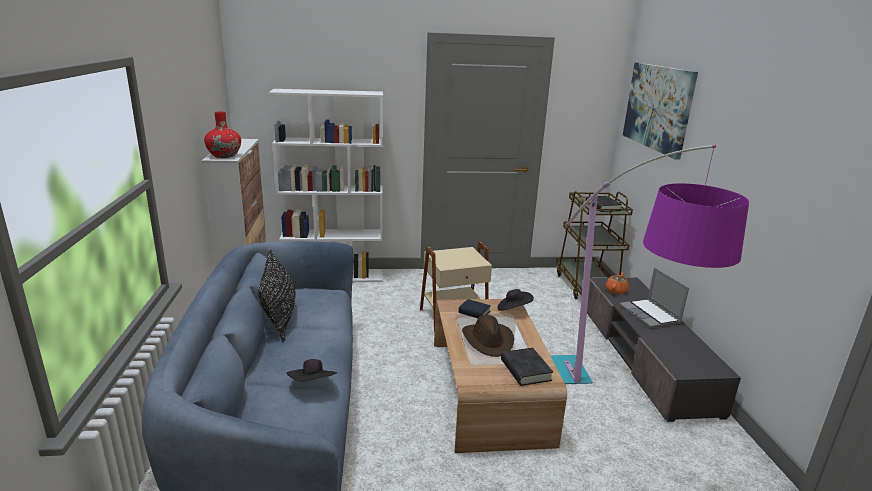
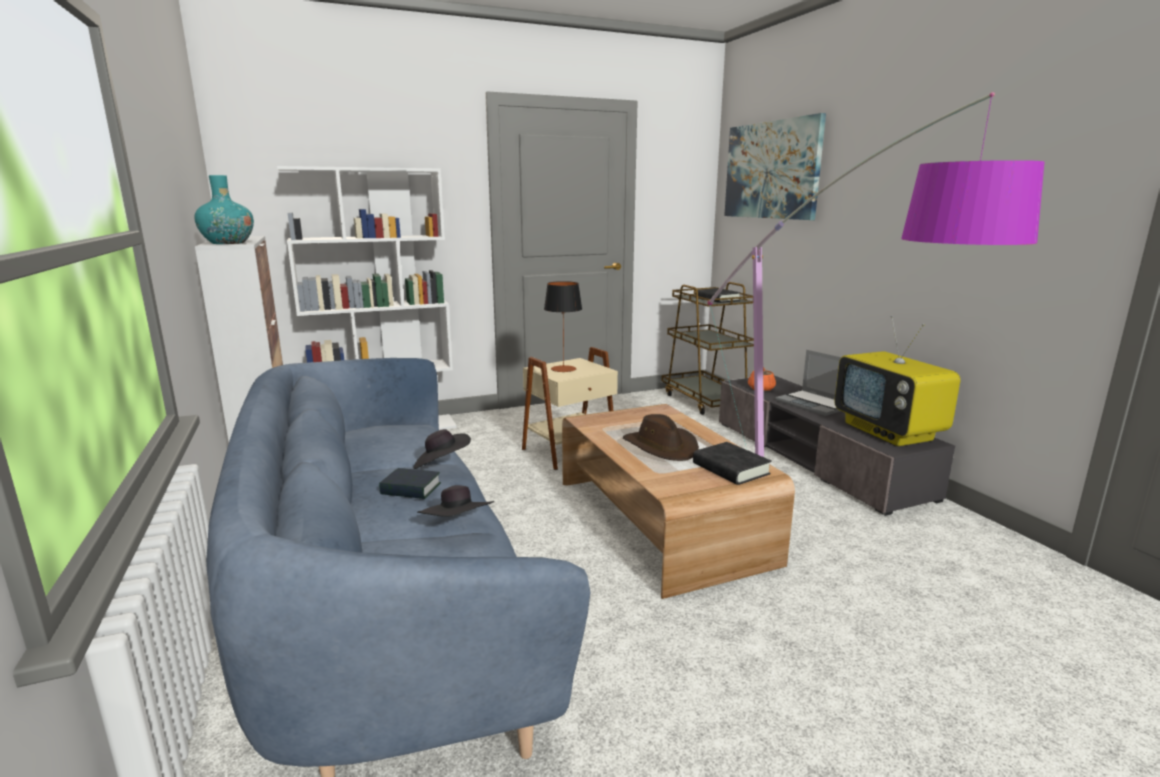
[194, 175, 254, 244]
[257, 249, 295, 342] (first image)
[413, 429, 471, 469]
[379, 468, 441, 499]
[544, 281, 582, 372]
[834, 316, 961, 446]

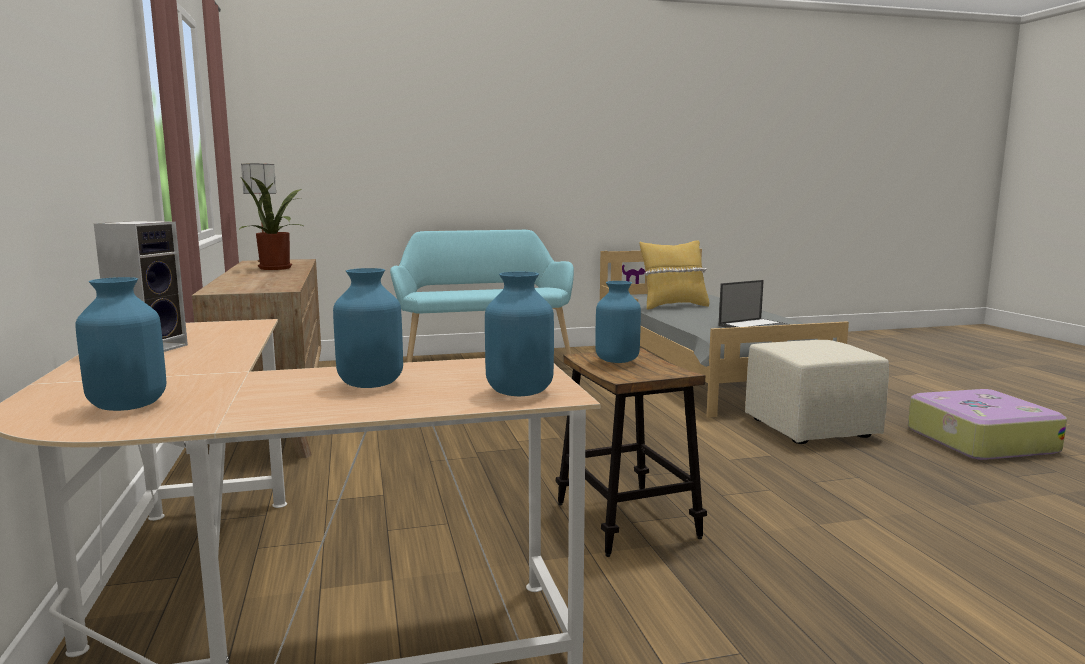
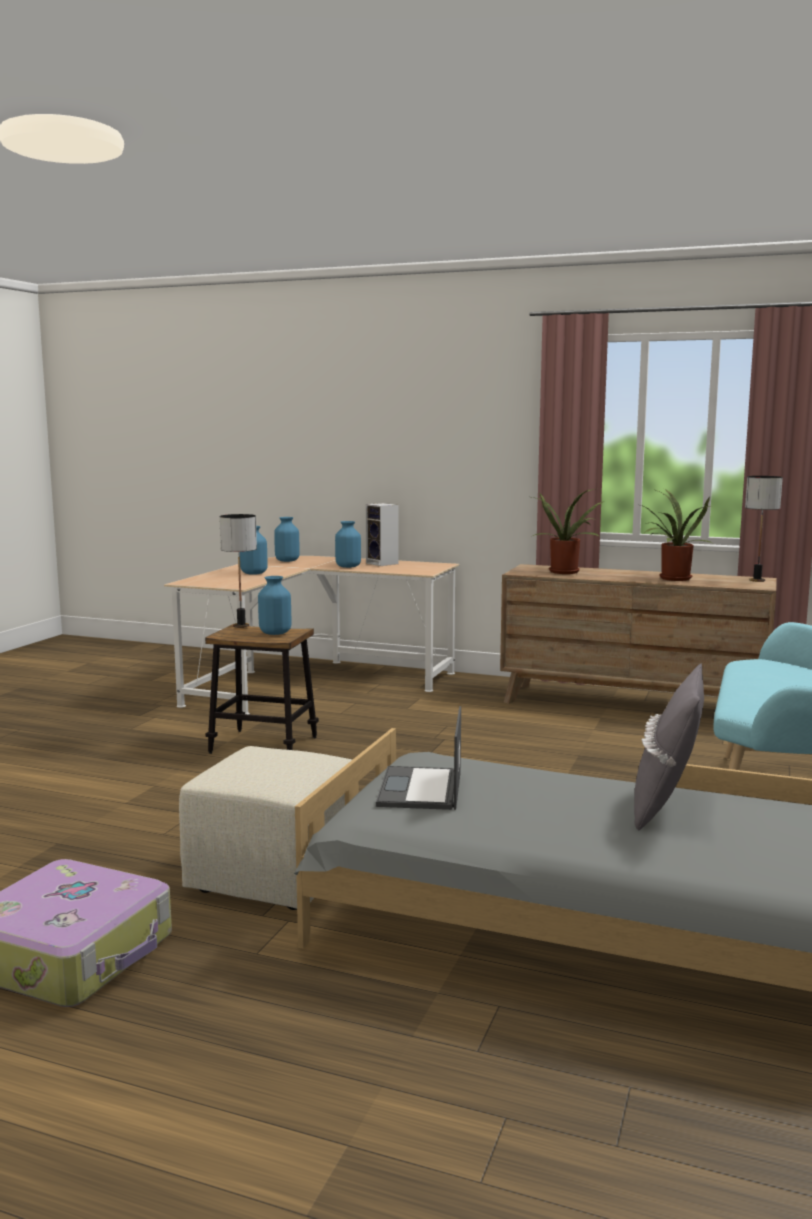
[634, 663, 704, 831]
[335, 521, 361, 568]
[532, 489, 605, 574]
[219, 514, 257, 628]

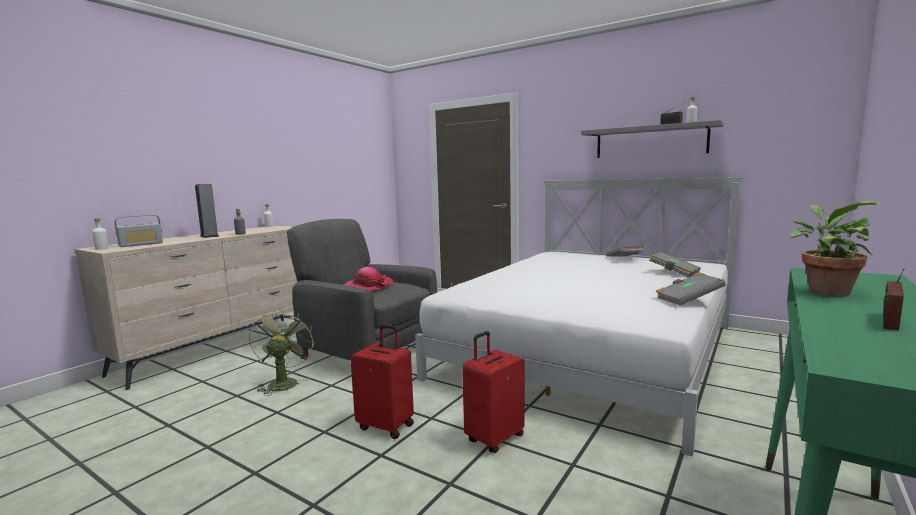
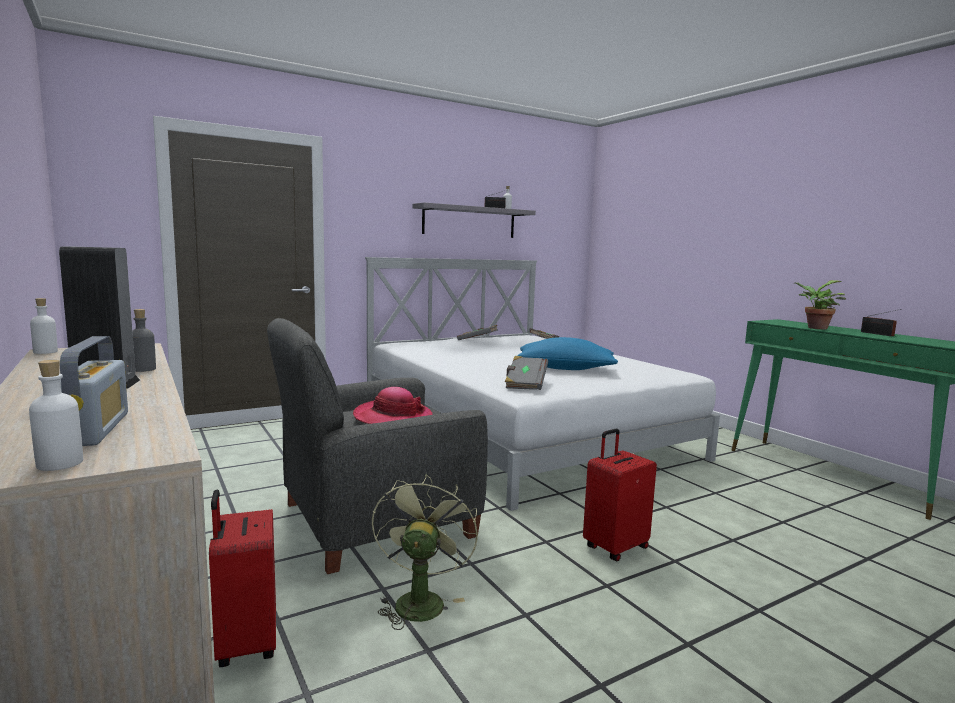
[505, 356, 548, 390]
[372, 474, 478, 630]
[209, 490, 276, 667]
[517, 337, 618, 370]

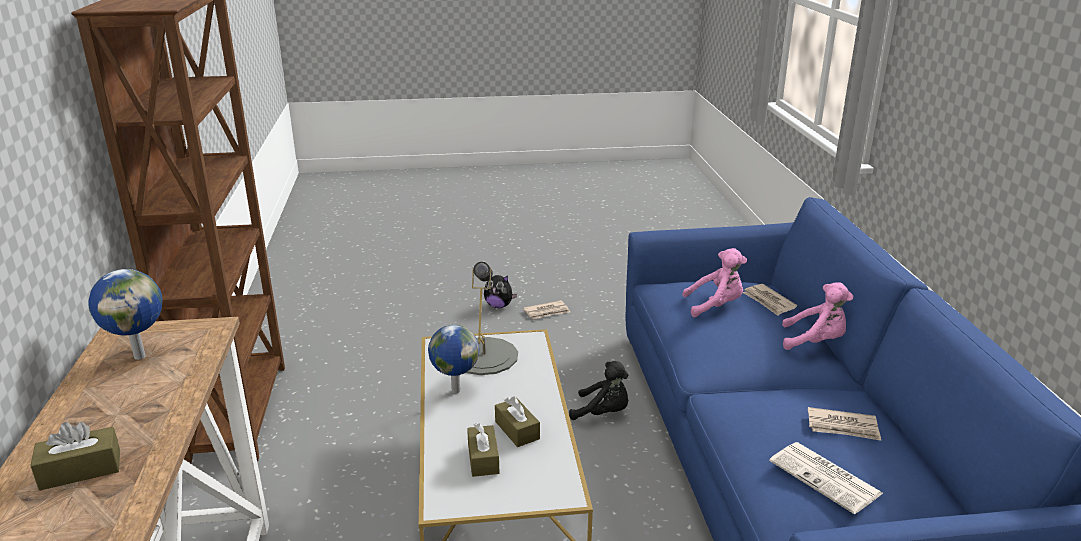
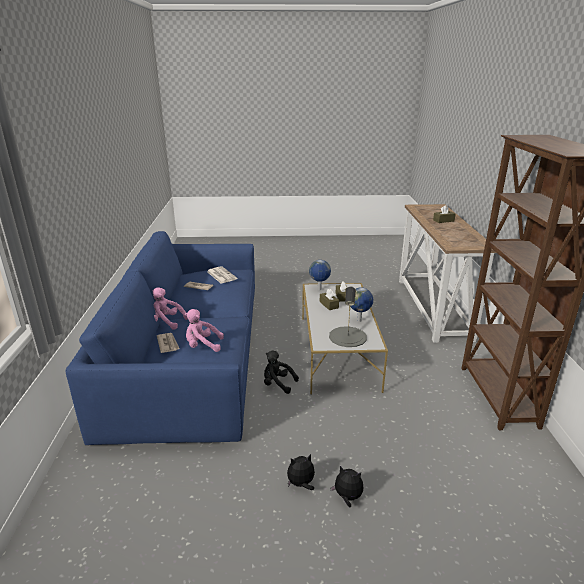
[309, 260, 331, 290]
[287, 454, 315, 490]

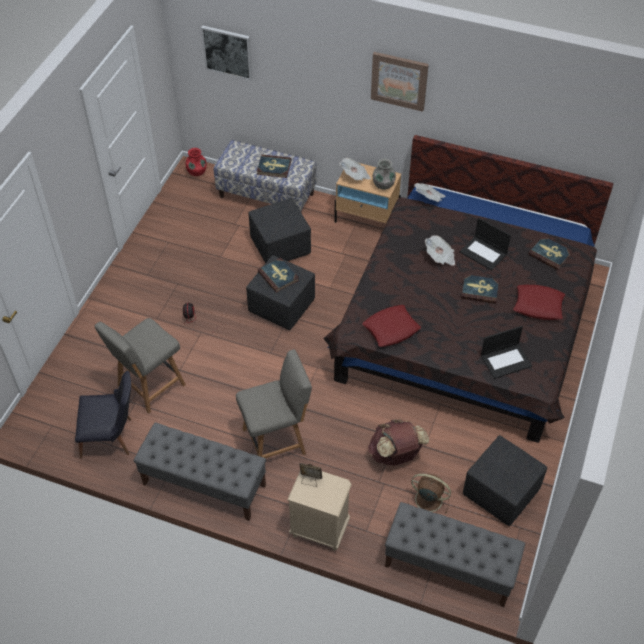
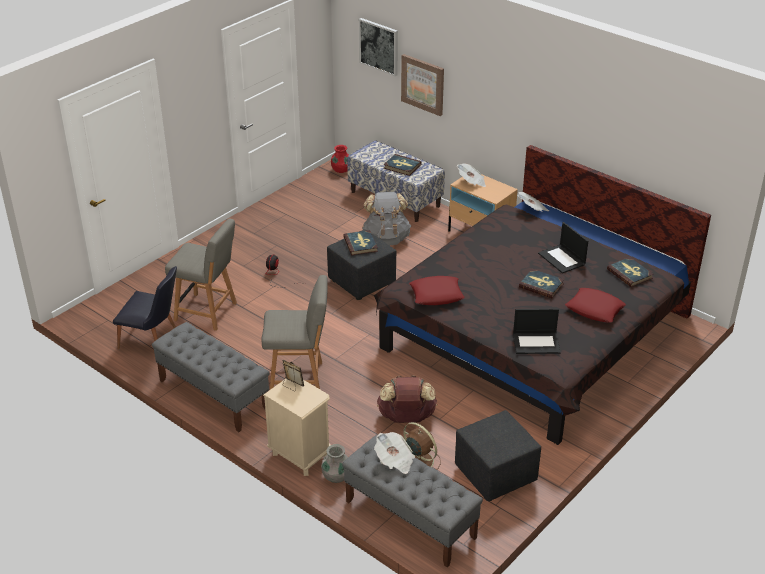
[401, 54, 444, 116]
[321, 444, 348, 483]
[362, 192, 411, 245]
[374, 432, 415, 474]
[165, 219, 237, 331]

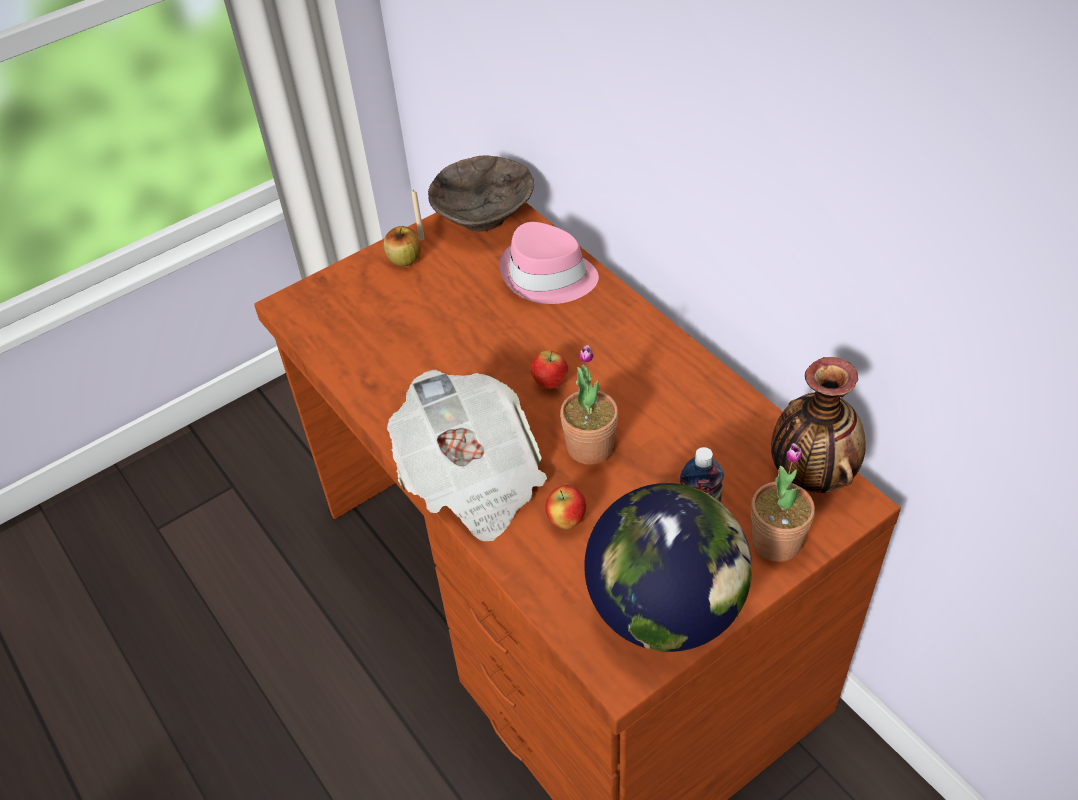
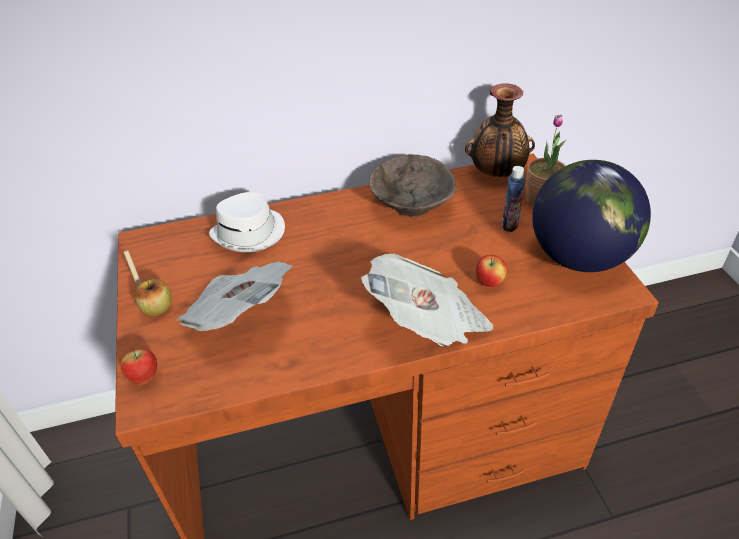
[369, 155, 456, 217]
[209, 192, 285, 253]
[560, 345, 618, 465] (first image)
[121, 349, 157, 384]
[176, 261, 292, 331]

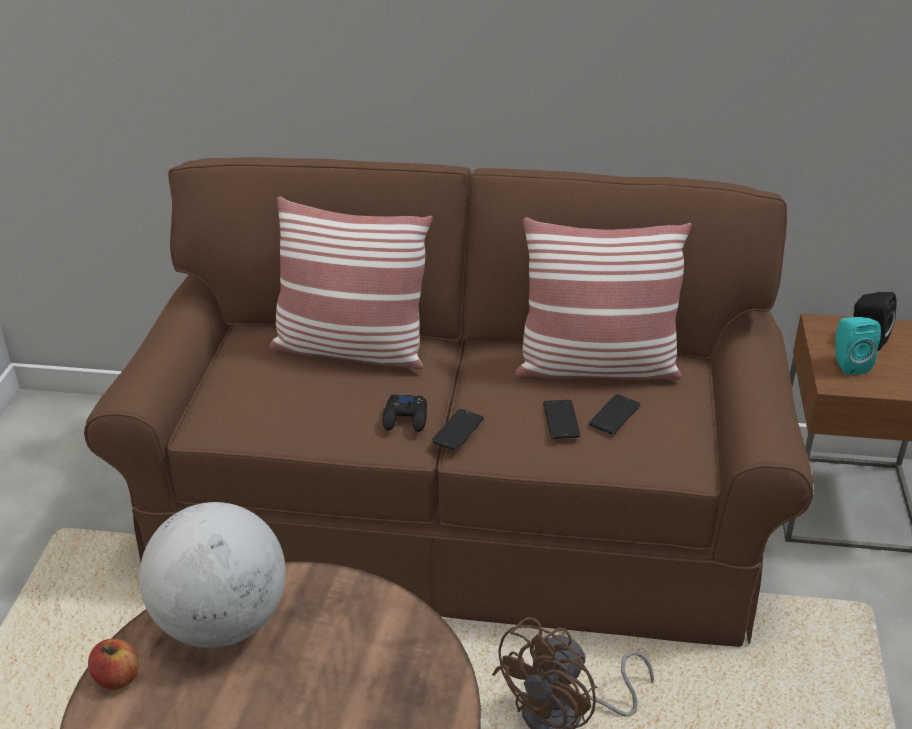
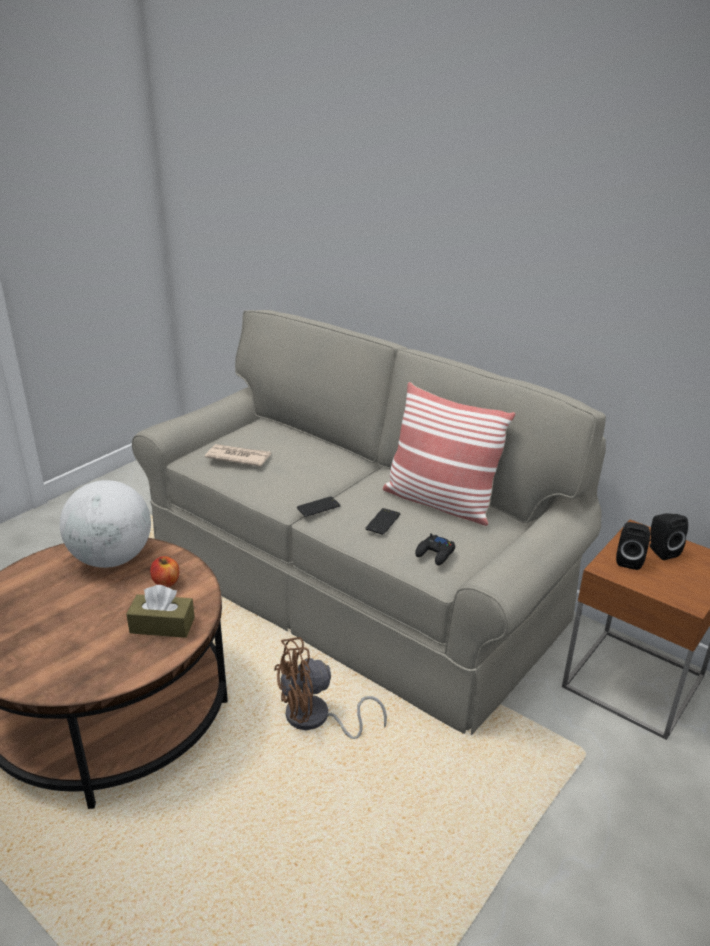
[132, 310, 606, 735]
[269, 196, 433, 369] (first image)
[616, 522, 650, 570]
[589, 394, 641, 434] (first image)
[415, 533, 455, 565]
[150, 556, 179, 587]
[205, 444, 271, 467]
[126, 585, 195, 638]

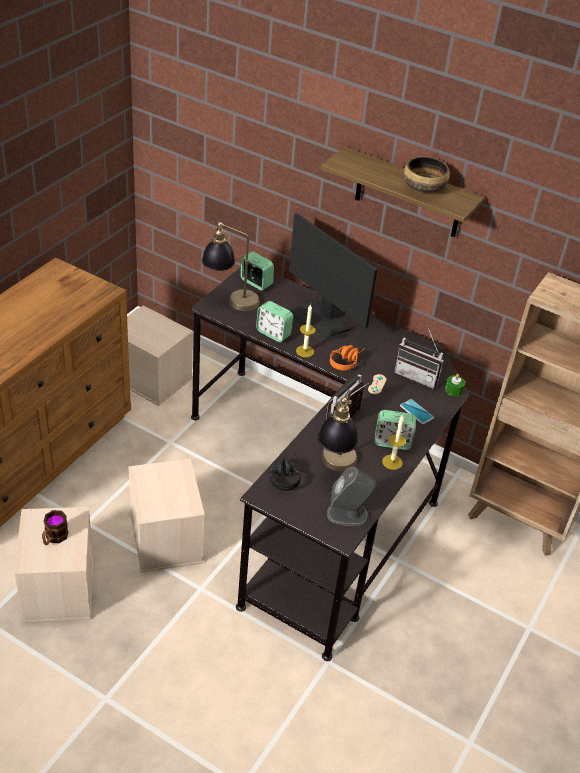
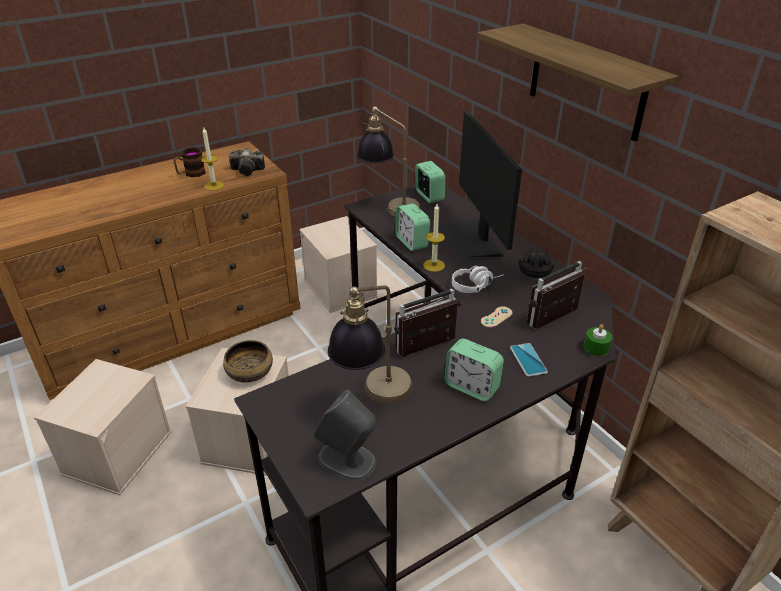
[223, 340, 273, 383]
[527, 261, 587, 329]
[452, 266, 503, 293]
[201, 128, 224, 191]
[519, 248, 554, 278]
[174, 147, 206, 178]
[229, 148, 265, 176]

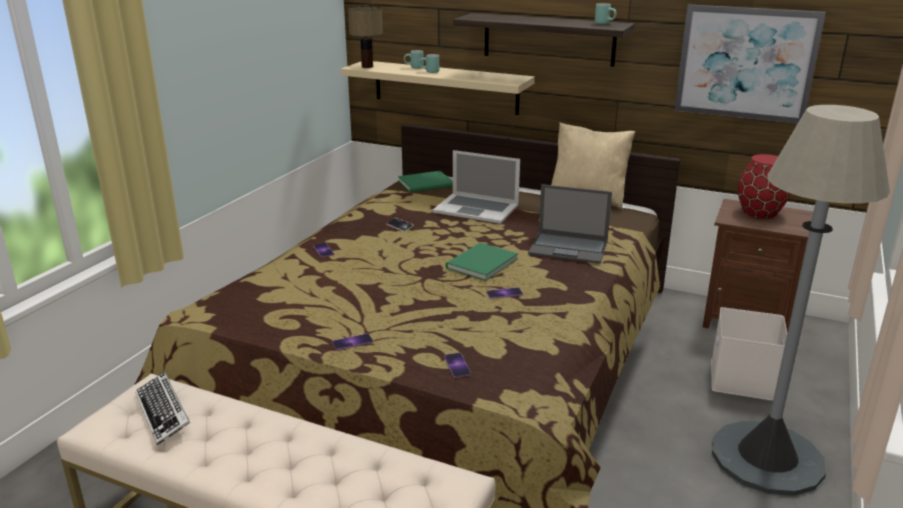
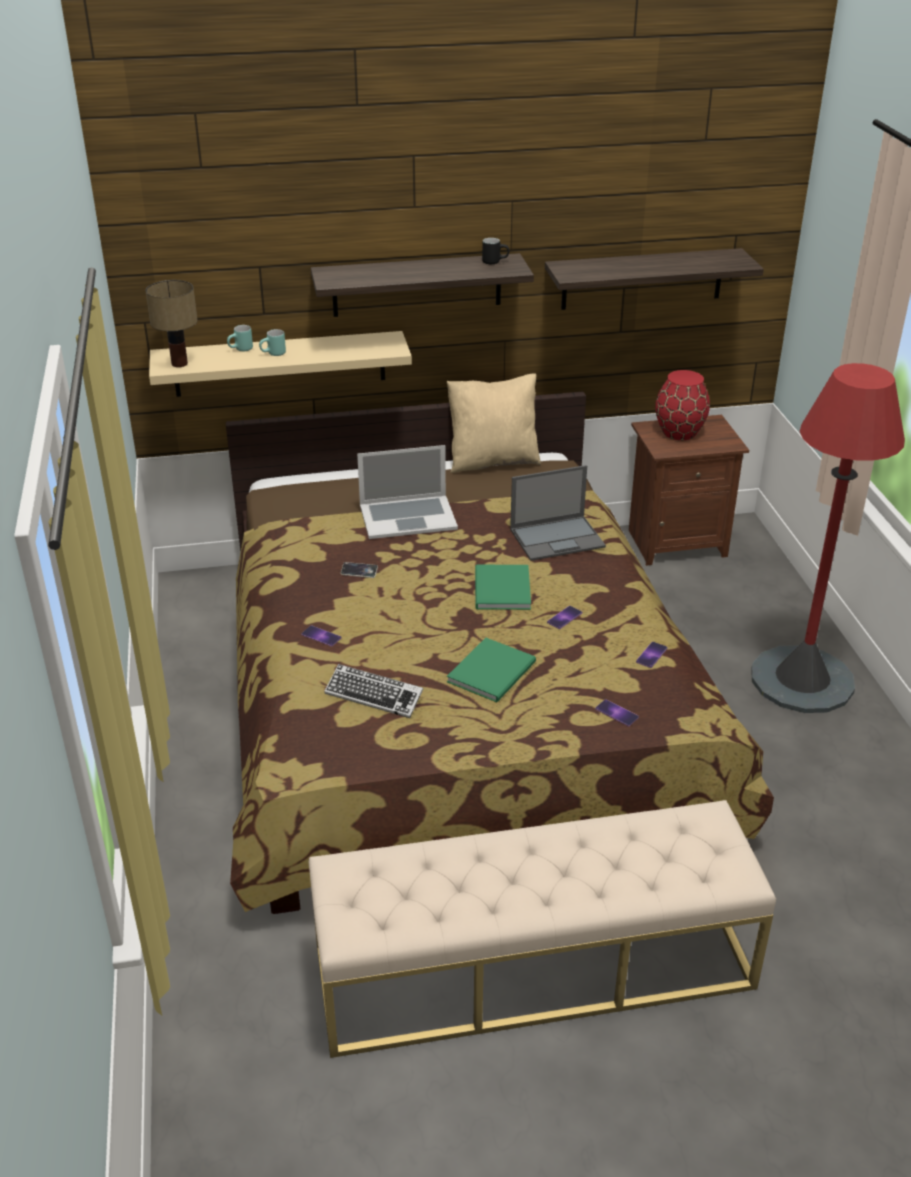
[482, 238, 509, 264]
[545, 248, 764, 310]
[752, 363, 905, 713]
[447, 638, 536, 702]
[711, 307, 787, 401] (first image)
[636, 642, 668, 668]
[324, 664, 423, 718]

